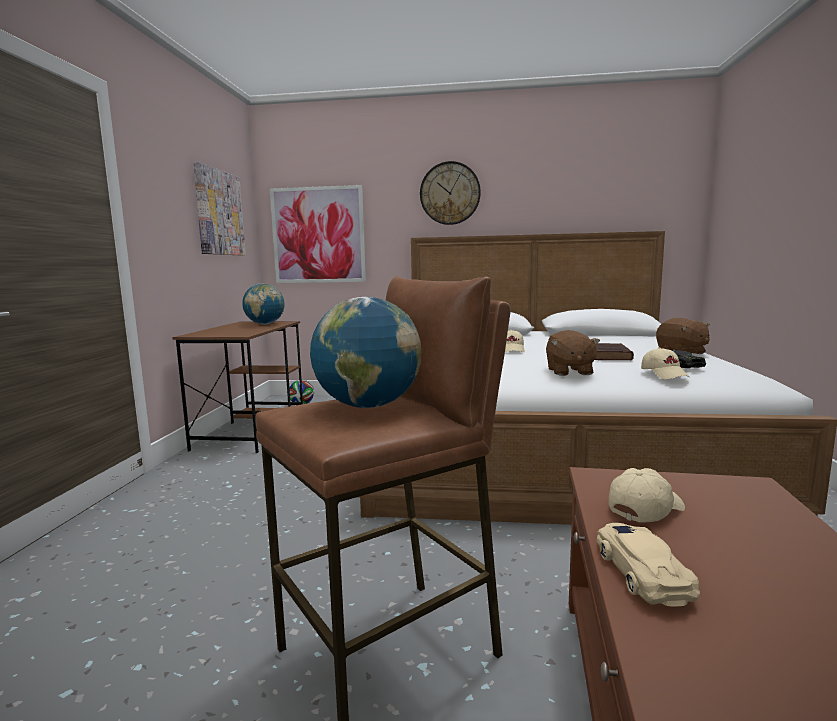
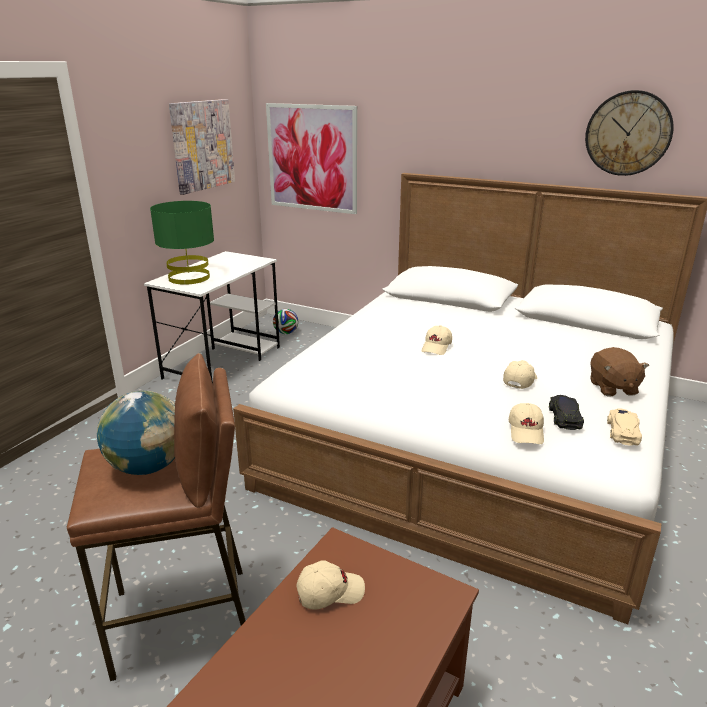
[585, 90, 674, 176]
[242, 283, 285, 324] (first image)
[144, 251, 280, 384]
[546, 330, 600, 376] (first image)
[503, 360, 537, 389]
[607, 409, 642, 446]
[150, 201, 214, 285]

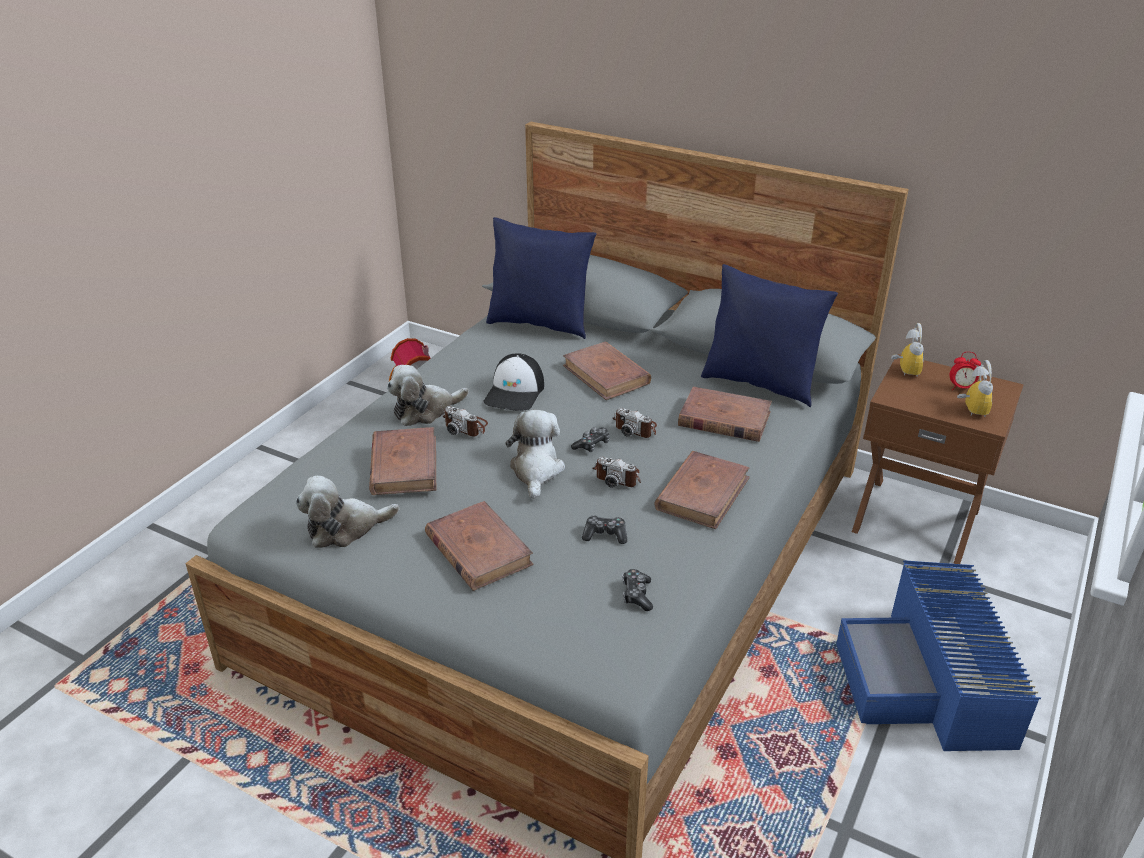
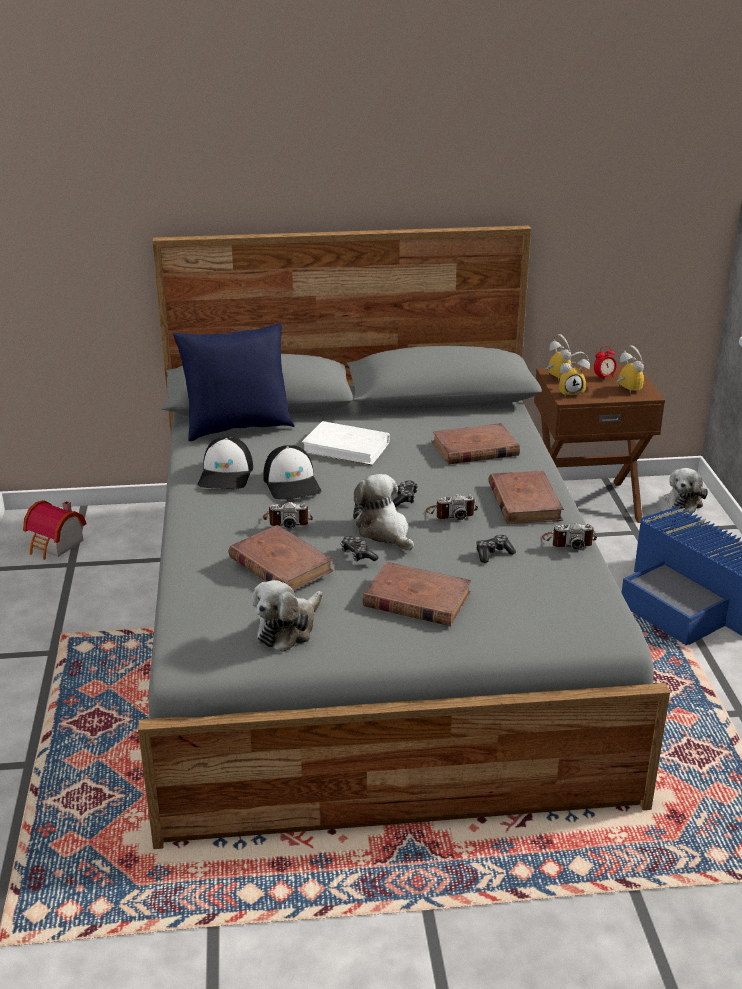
[701, 264, 838, 407] (first image)
[302, 421, 390, 465]
[664, 468, 708, 513]
[542, 522, 597, 550]
[341, 536, 378, 561]
[559, 352, 590, 397]
[198, 437, 253, 489]

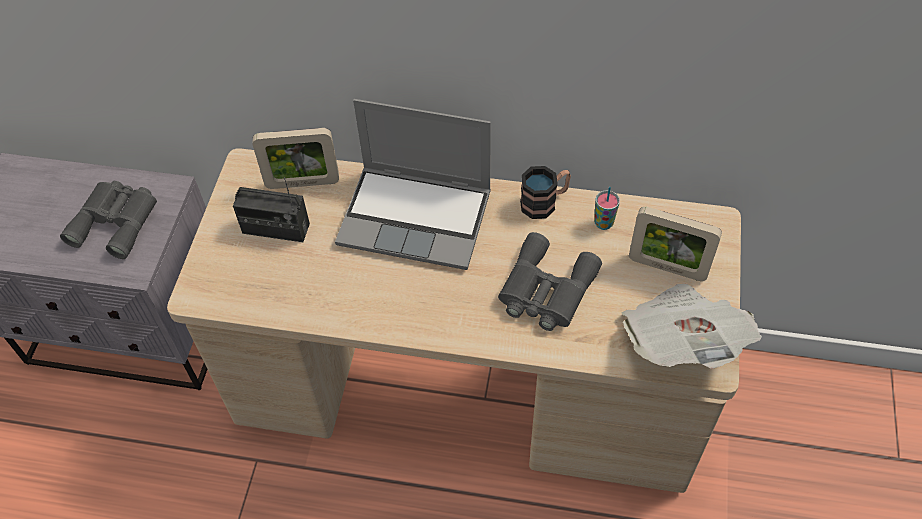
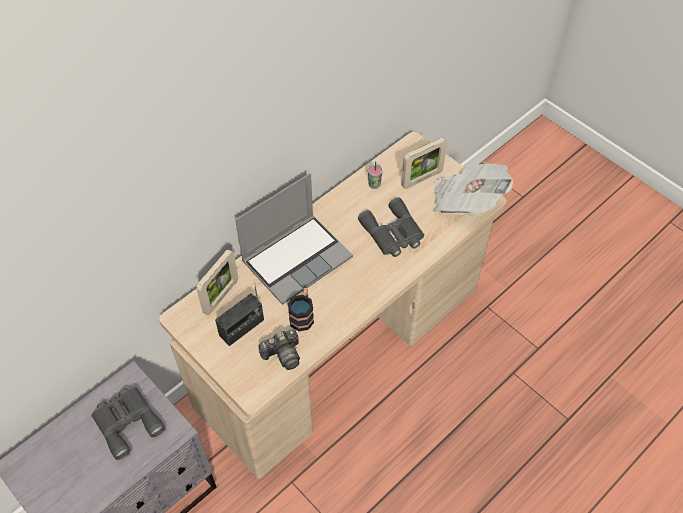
[288, 288, 314, 331]
[259, 329, 300, 370]

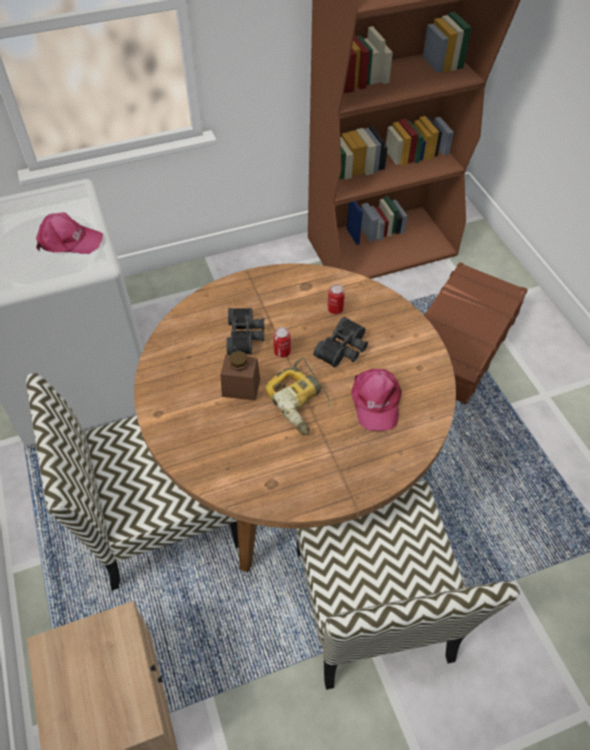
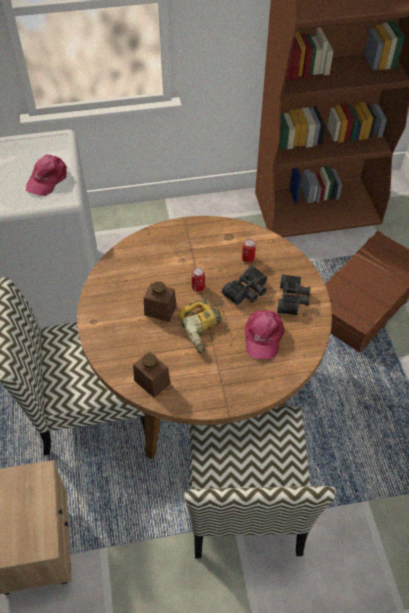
[26, 154, 67, 196]
[277, 275, 310, 315]
[133, 352, 171, 398]

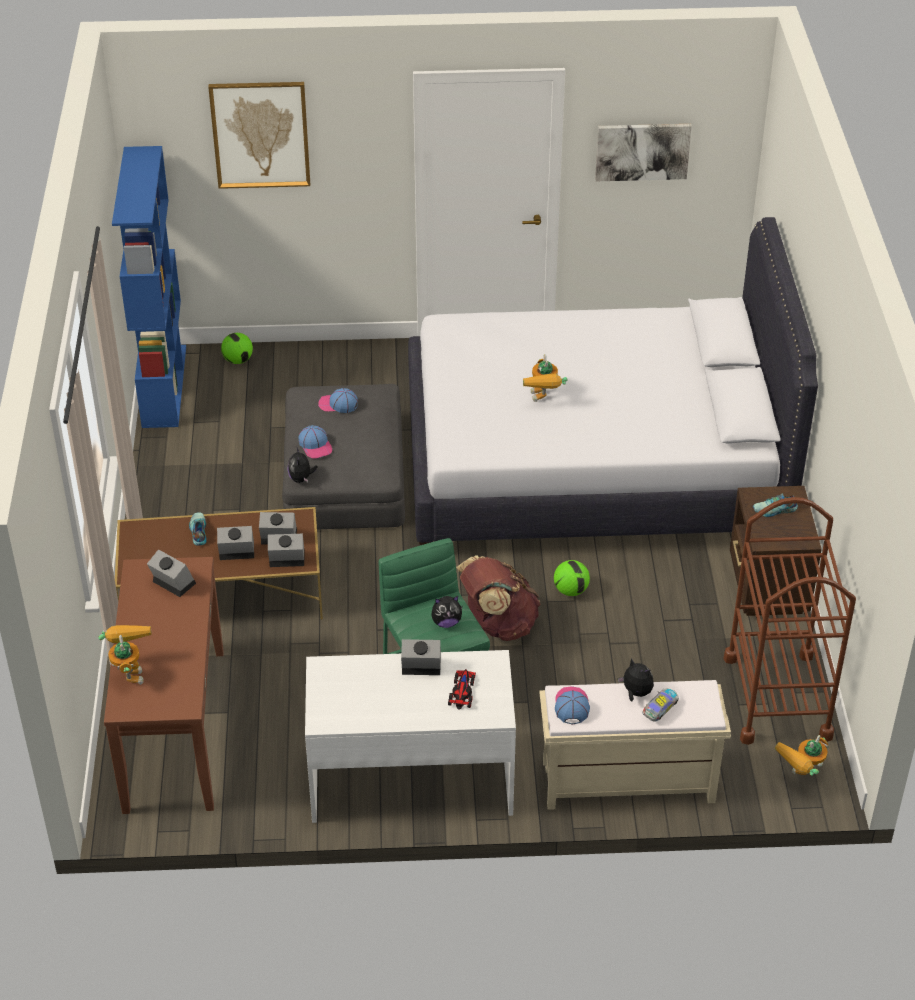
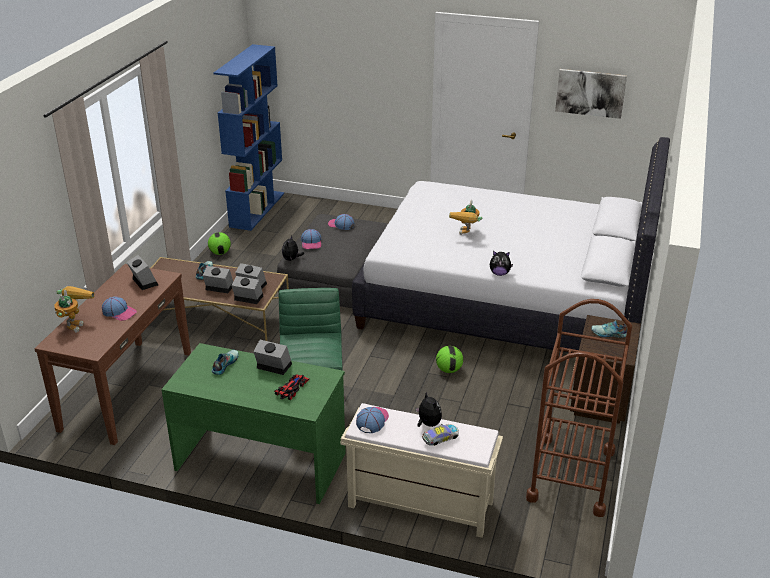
[208, 82, 310, 189] (first image)
[208, 232, 231, 255]
[456, 555, 541, 641] (first image)
[490, 251, 513, 276]
[161, 343, 346, 504]
[775, 735, 829, 776] (first image)
[102, 297, 137, 321]
[212, 350, 239, 375]

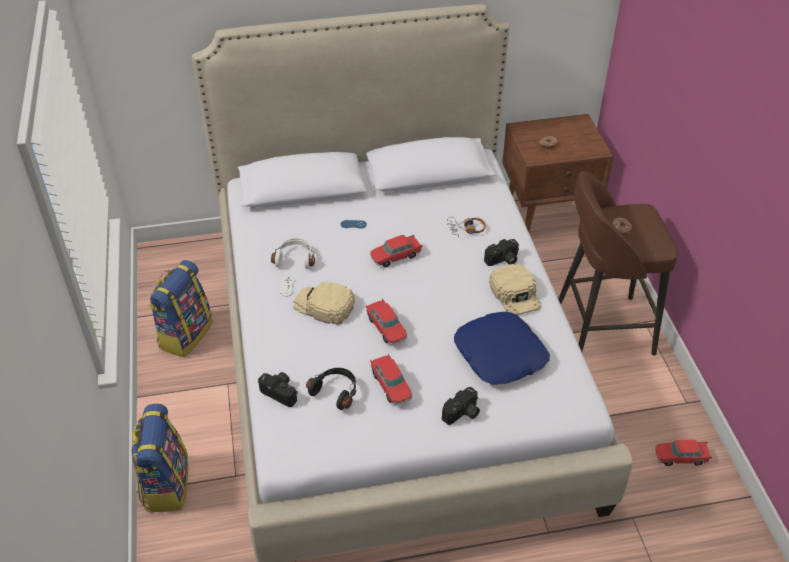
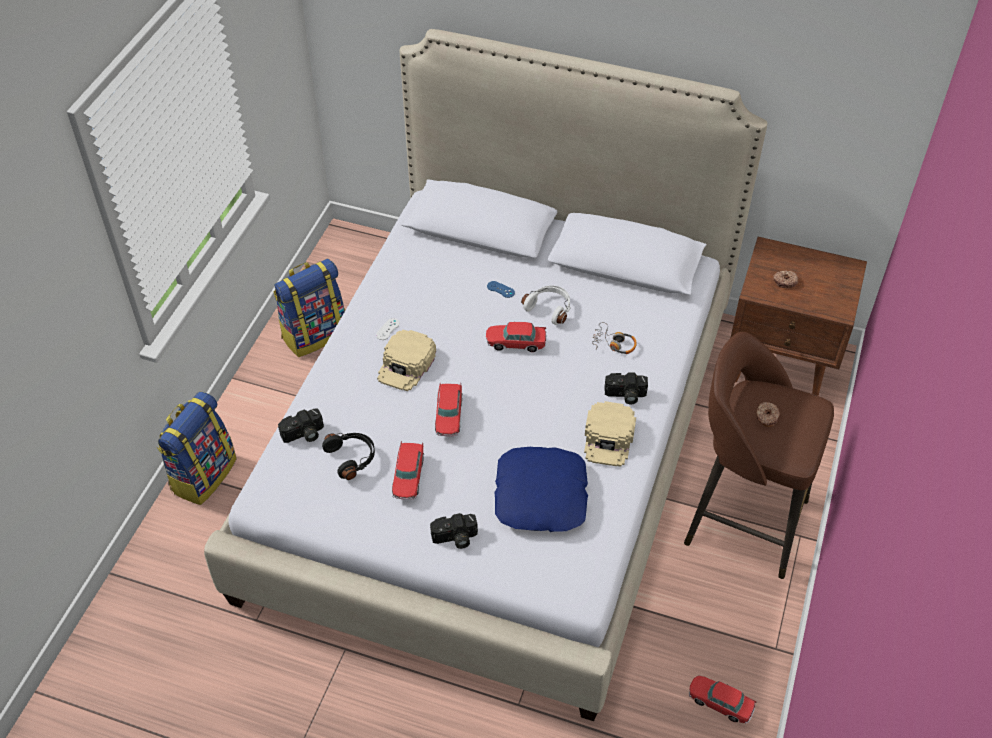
[521, 286, 571, 325]
[377, 330, 436, 391]
[278, 409, 324, 443]

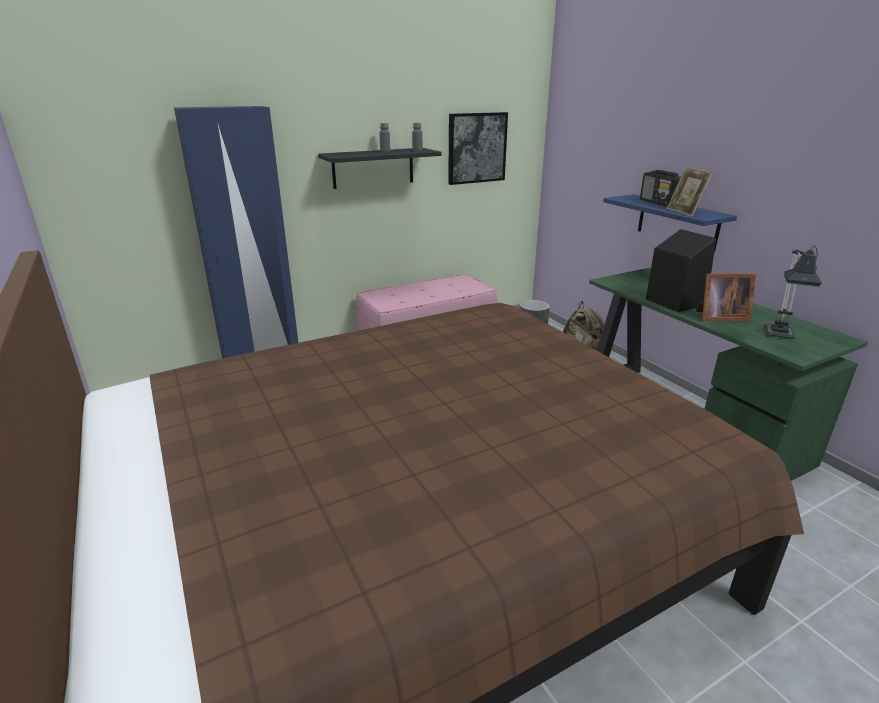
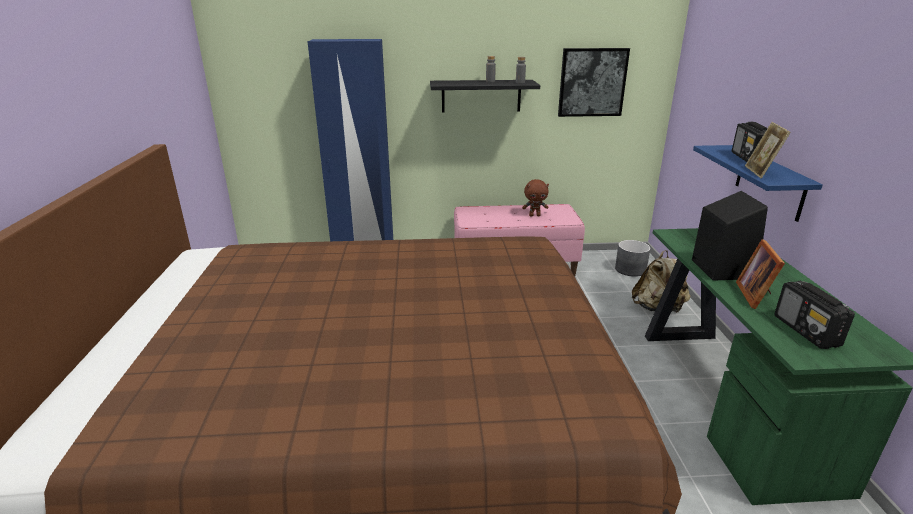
[774, 281, 855, 349]
[736, 239, 785, 309]
[522, 179, 549, 217]

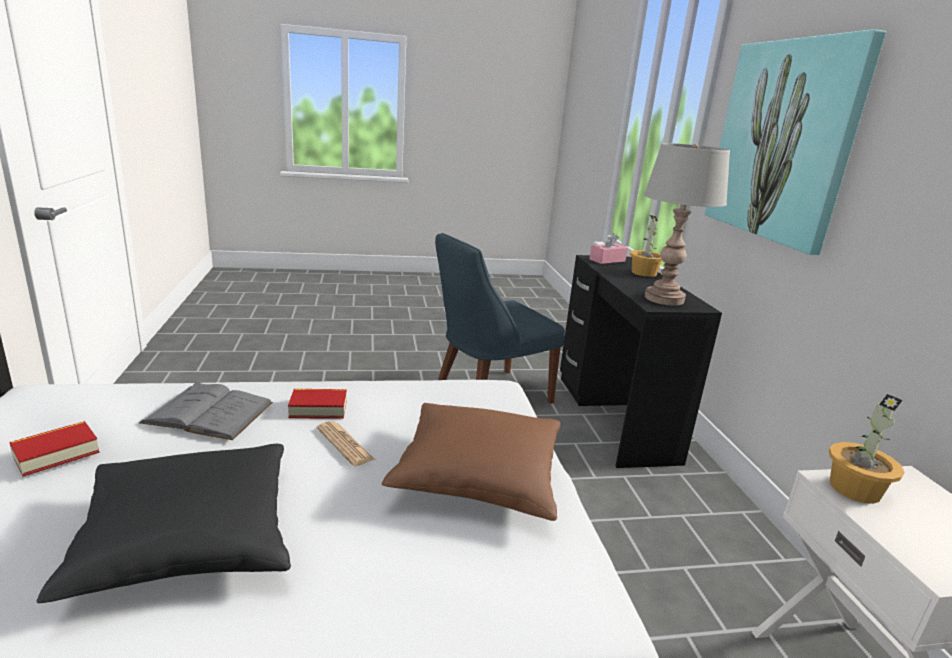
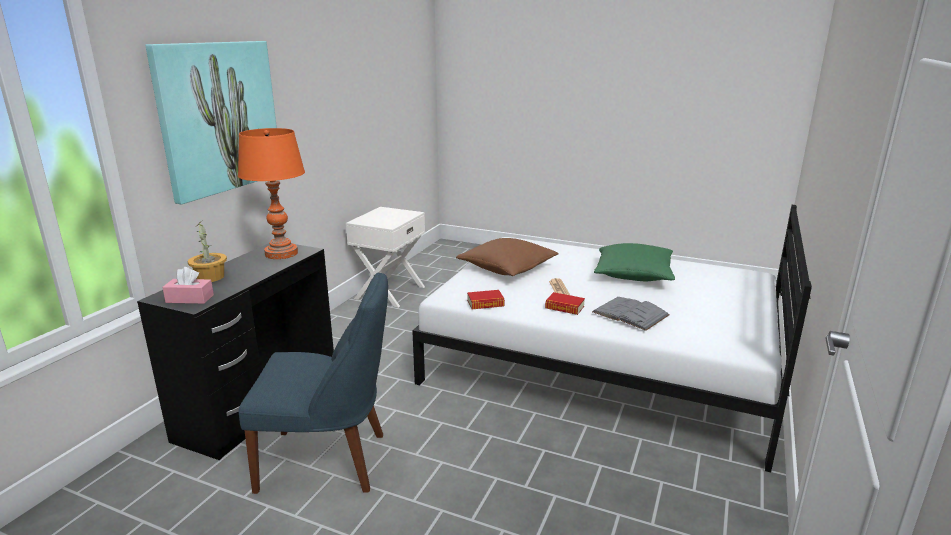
[238, 128, 305, 259]
[829, 394, 904, 504] (first image)
[467, 290, 505, 309]
[594, 243, 675, 281]

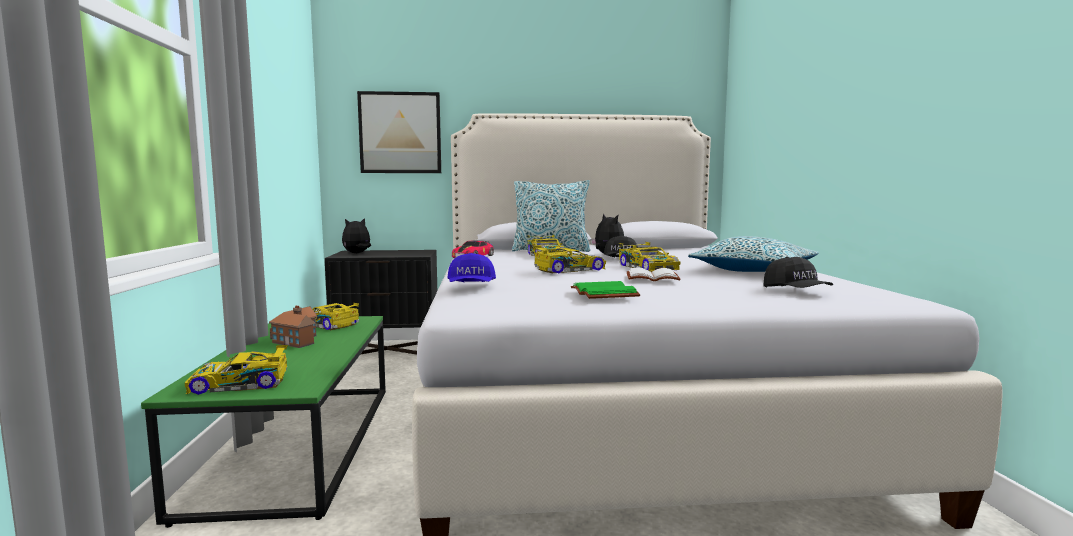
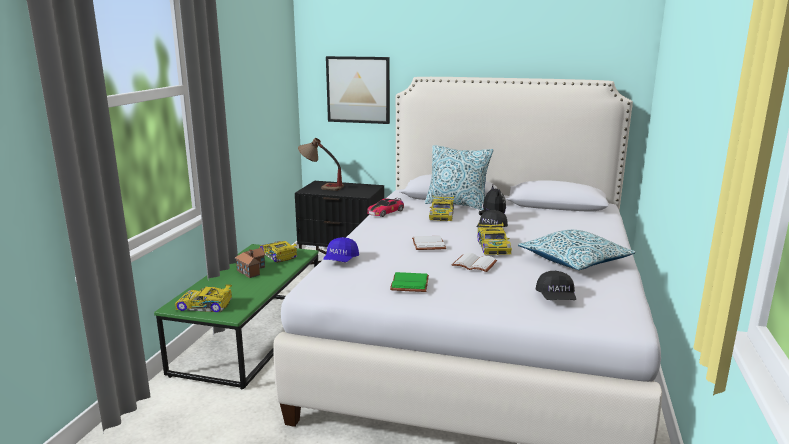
[298, 138, 344, 191]
[412, 236, 446, 250]

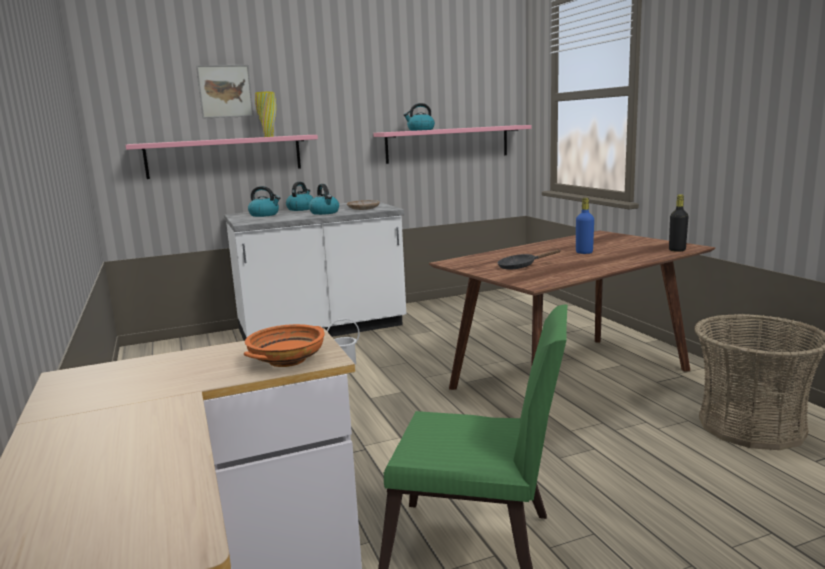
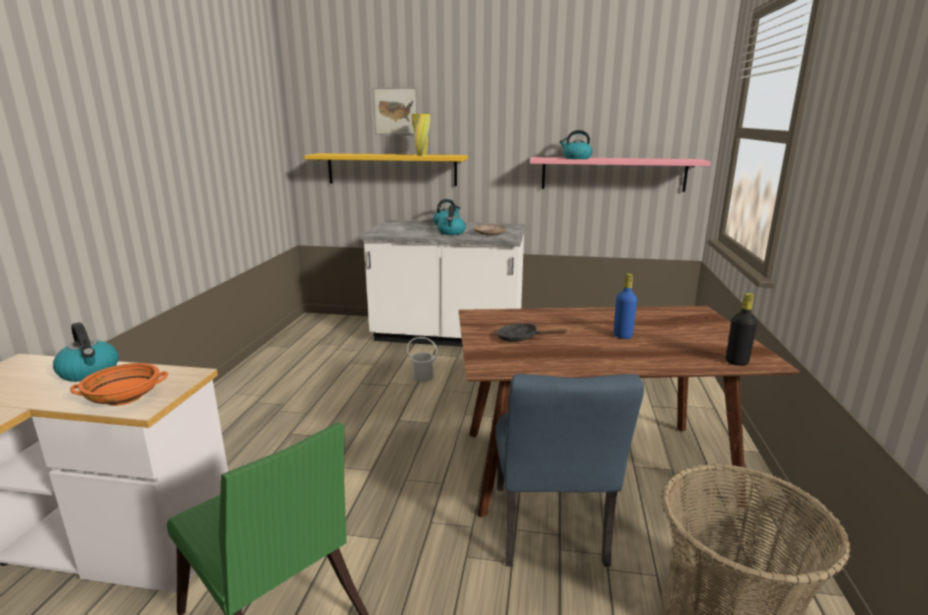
[304, 153, 468, 186]
[53, 322, 119, 382]
[495, 374, 644, 567]

